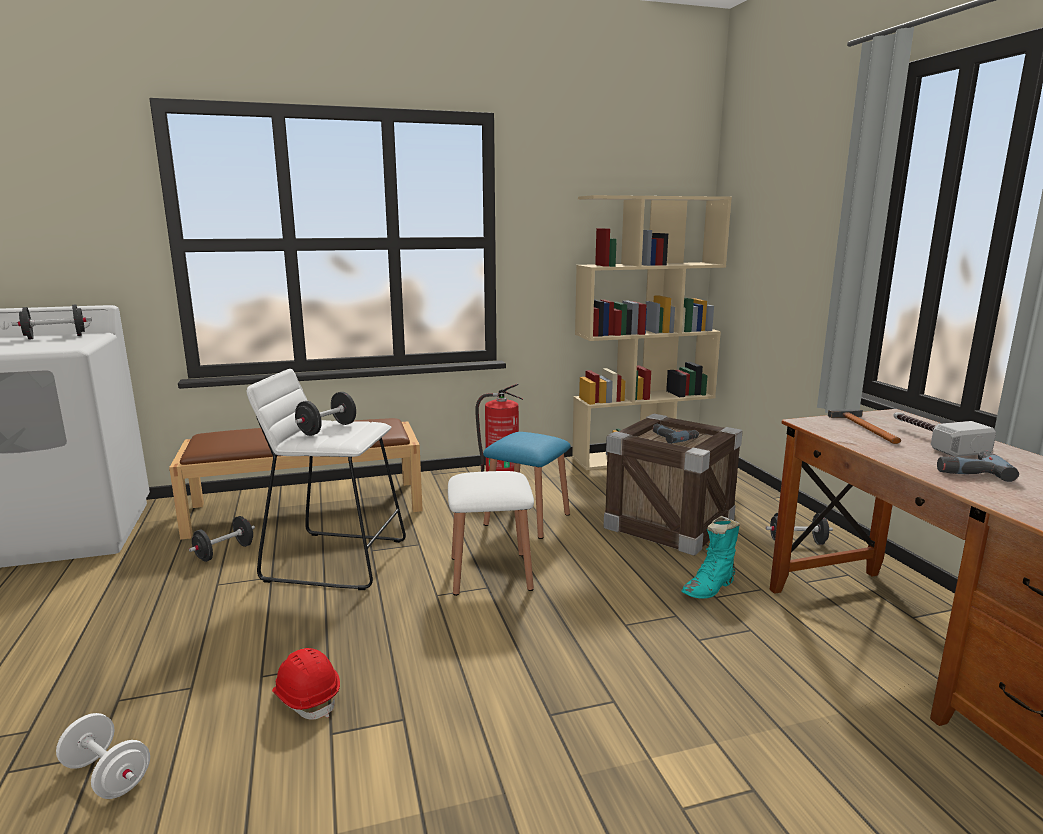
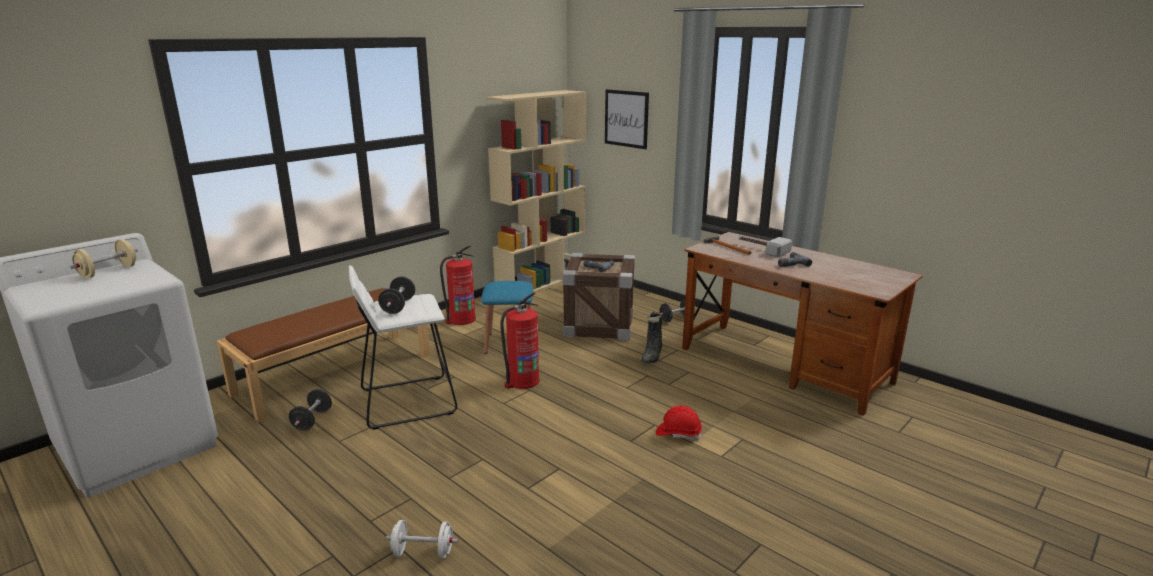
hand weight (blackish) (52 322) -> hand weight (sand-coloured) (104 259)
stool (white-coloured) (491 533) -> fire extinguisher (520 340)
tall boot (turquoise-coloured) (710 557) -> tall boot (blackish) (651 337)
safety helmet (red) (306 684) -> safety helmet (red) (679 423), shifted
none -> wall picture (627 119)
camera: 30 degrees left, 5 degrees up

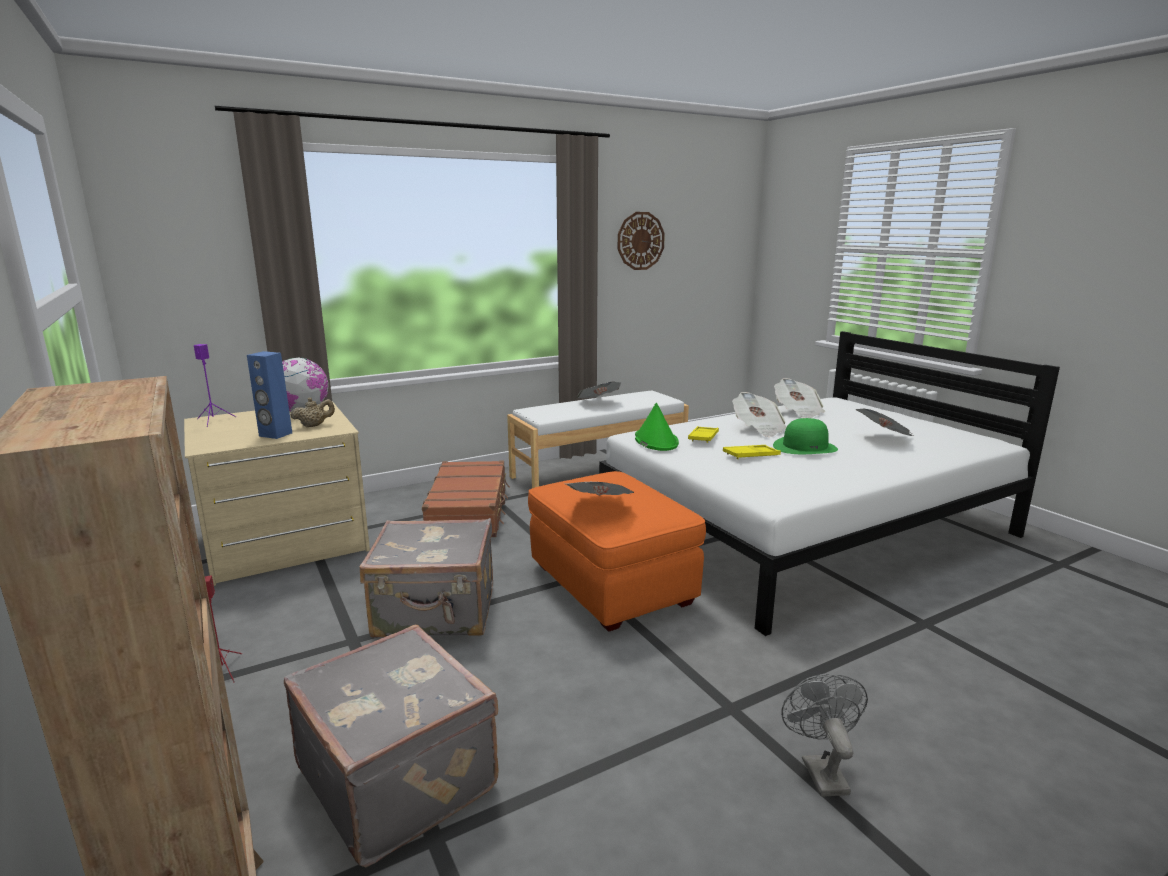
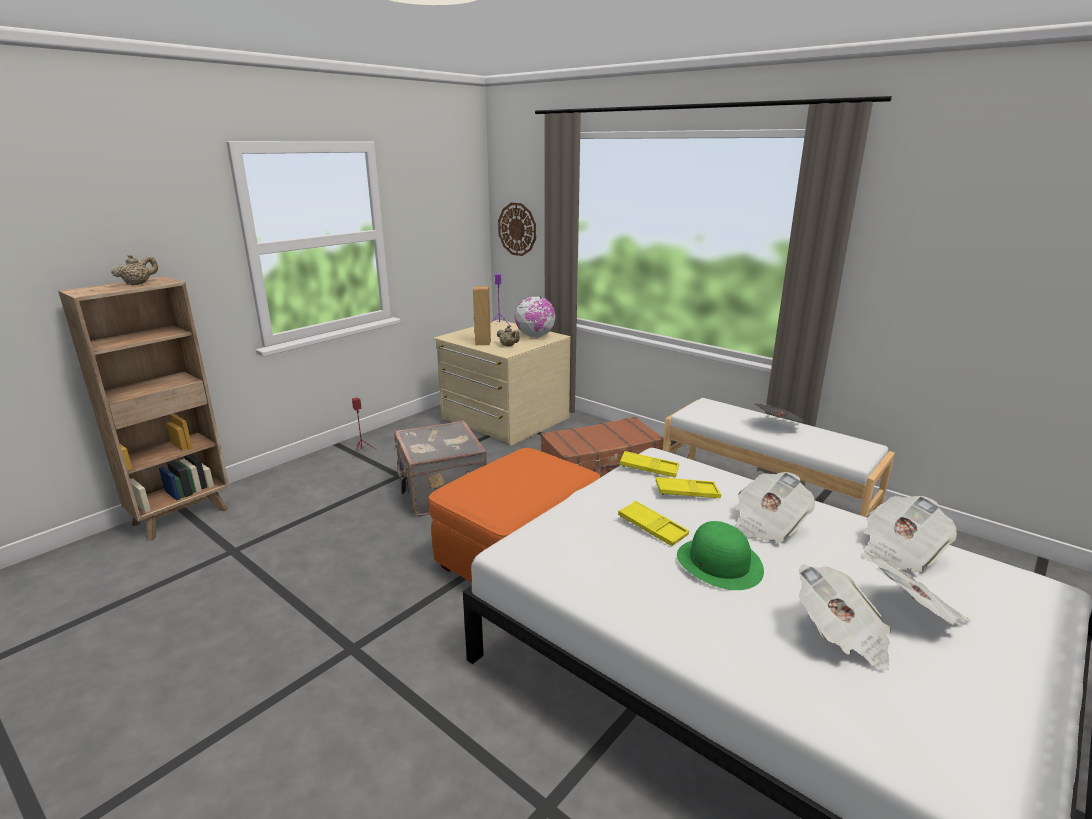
wall clock (641 241) -> wall clock (517 229), shifted
audio speaker (blue) (269 395) -> audio speaker (brown) (482 315)
wearable hat (green-coloured) (657 427) -> carrying tray (yellowish) (649 464)
printed paper (600 489) -> printed paper (921 592), shifted
suitcase (greyish) (391 746) -> none
cooling fan (greyish) (824 735) -> none
none -> teapot (sand-coloured) (134 269)
camera: 70 degrees right, 5 degrees up

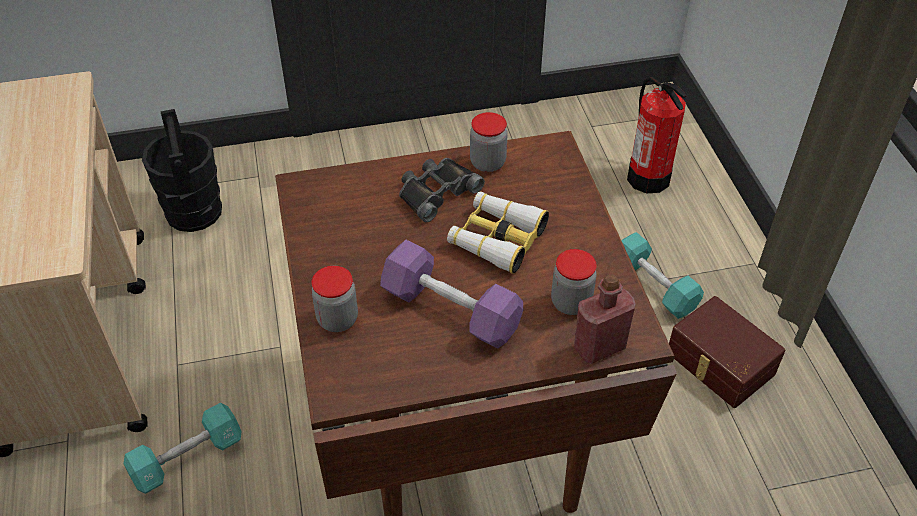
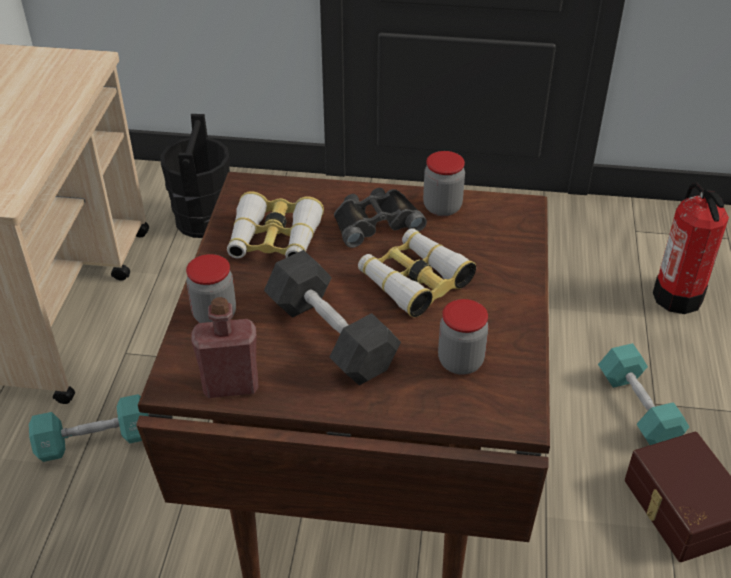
hand weight (purple) (451 294) -> hand weight (blackish) (332 317)
beverage bottle (red) (605 319) -> beverage bottle (red) (225 347), shifted
none -> binoculars (275 225)
camera: 20 degrees right, 5 degrees down

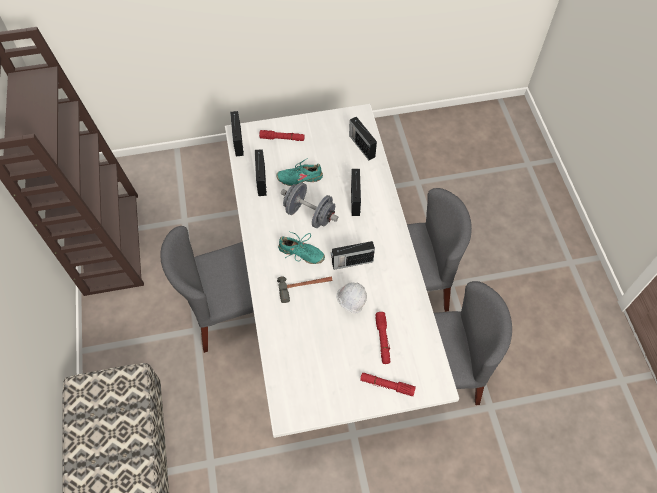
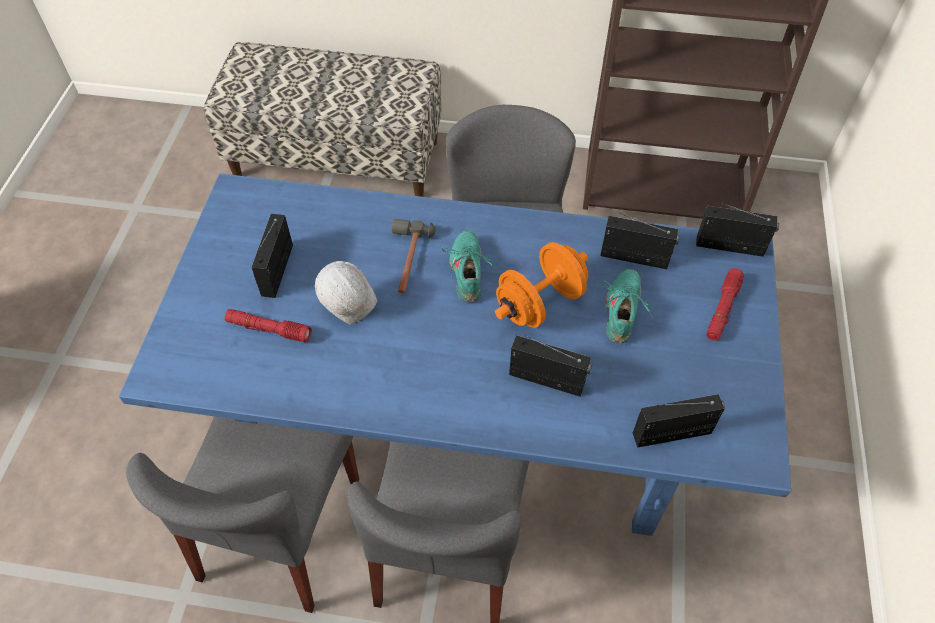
dining table (white-coloured) (342 271) -> dining table (blue) (455 354)
hand weight (greyish) (309 205) -> hand weight (orange-coloured) (541 284)
low shoe (turquoise-coloured) (301 247) -> low shoe (turquoise-coloured) (469 266), 135 degrees clockwise
radio set (353 255) -> radio set (272 256), shifted
flashlight (red) (388 384) -> none
camera: 110 degrees right, 5 degrees down

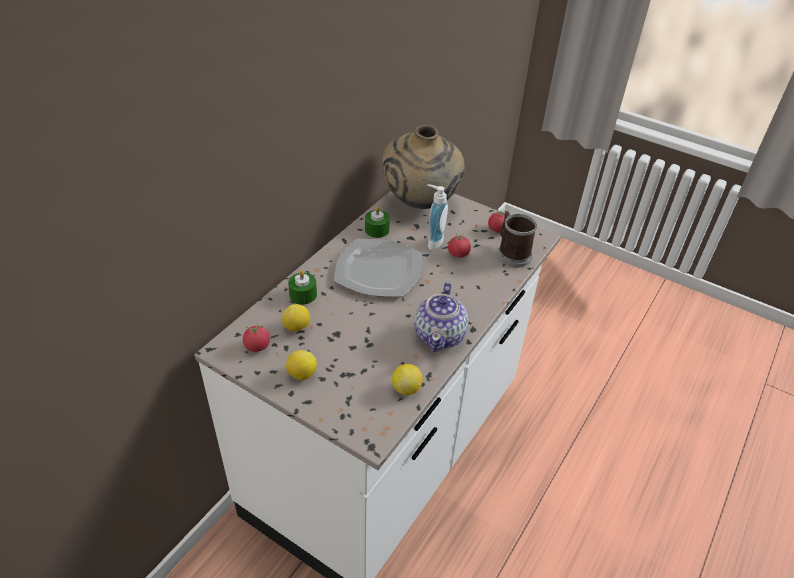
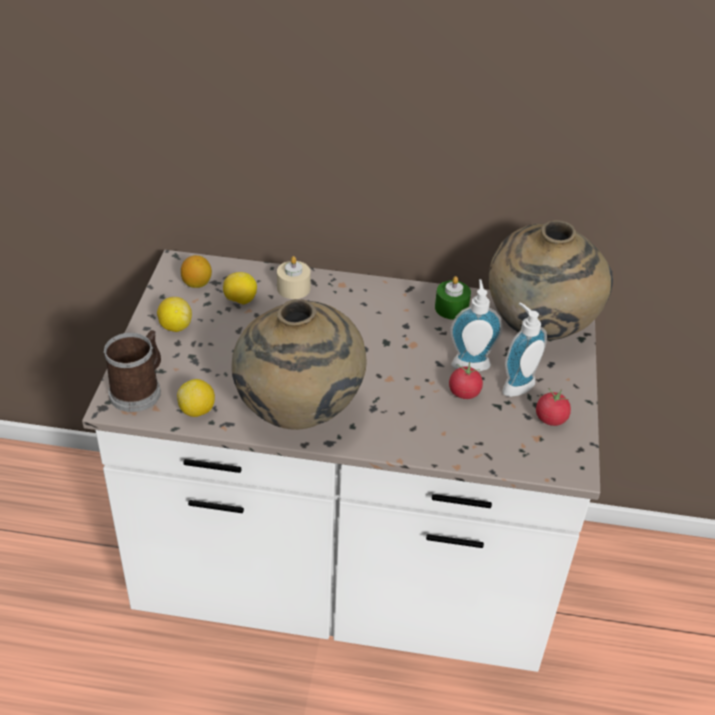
tea mug (517 239) -> tea mug (132 371), shifted
plate (378 268) -> none
wax light (green-coloured) (302 287) -> wax light (sand-coloured) (294 277)
teapot (441 317) -> vase (sand-coloured) (299 364)
fresh tomato (256 338) -> lemon (196 271)
none -> liquid soap bottle (524 349)
camera: 65 degrees right, 0 degrees up

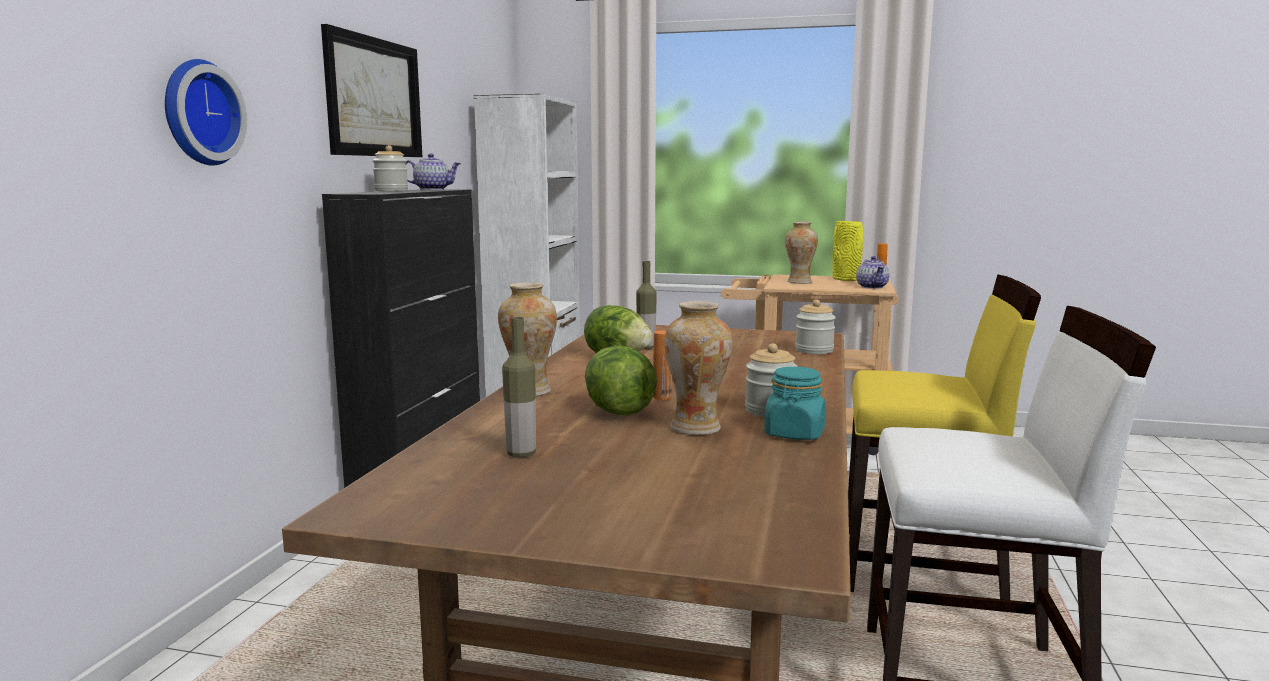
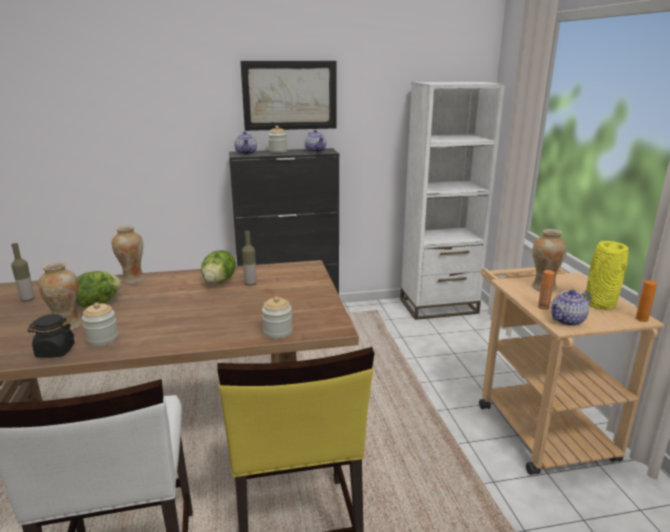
wall clock (206 112) -> none
beverage bottle (orange-coloured) (662 365) -> beverage bottle (orange-coloured) (546 290), shifted
jar (turquoise-coloured) (795 403) -> jar (blackish) (51 336)
none -> teapot (245 143)
camera: 65 degrees right, 10 degrees up

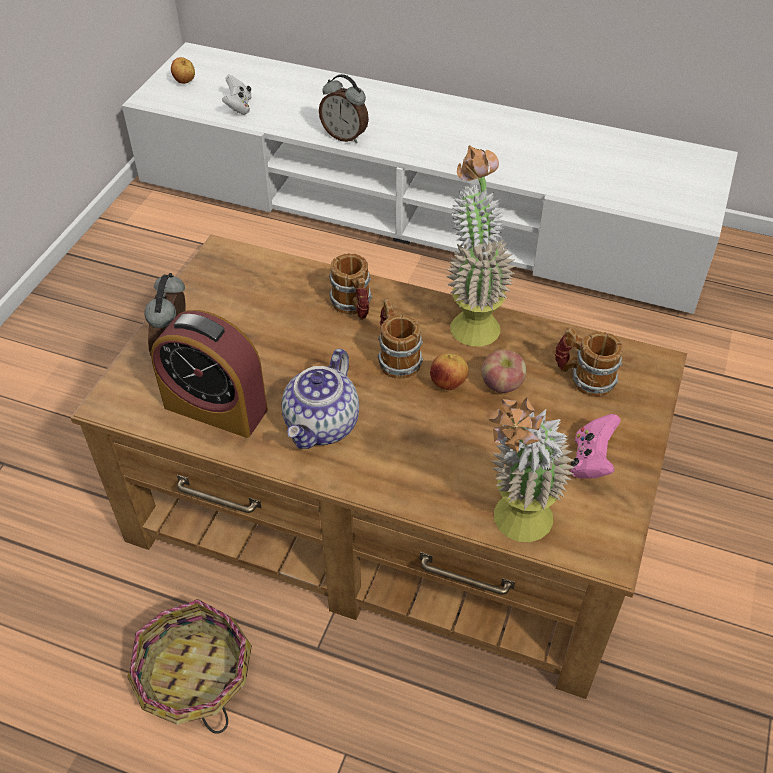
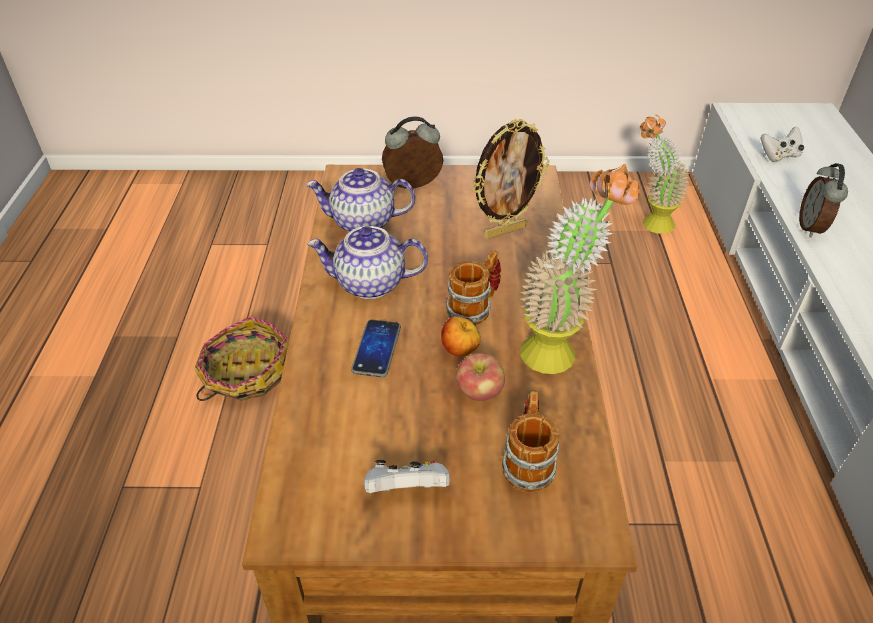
apple fruit (183 70) -> none
tea mug (350 286) -> none
bedside clock (209 374) -> teapot (360 200)
houseplant (531 470) -> houseplant (665 174), shifted
game controller (pink-coloured) (595 446) -> game controller (white-coloured) (406 476)
none -> picture frame (510 179)
none -> handset (376 348)
camera: 70 degrees right, 5 degrees down

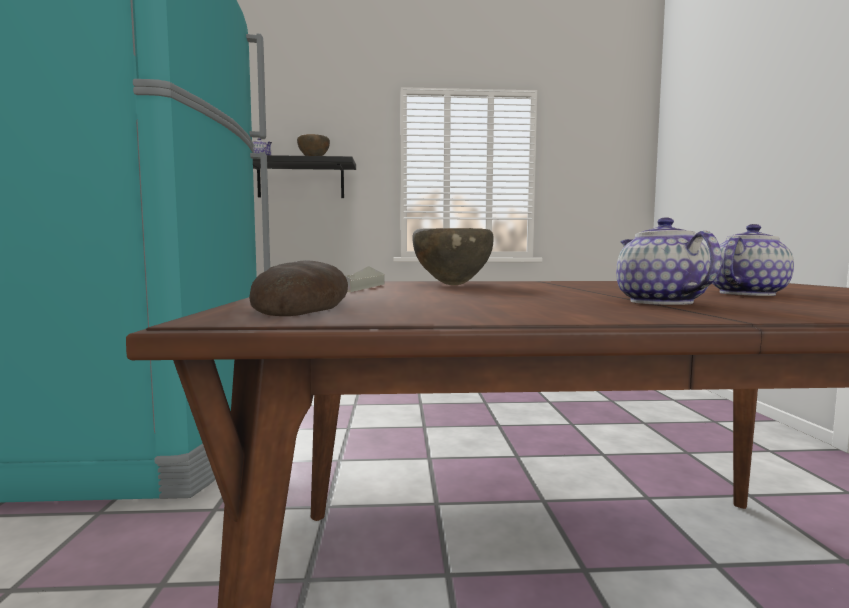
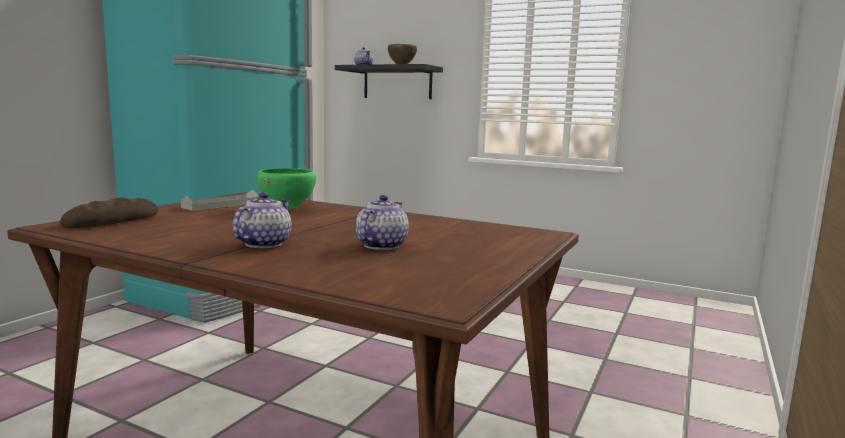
teapot (753 260) -> teapot (382 222), 60 degrees counterclockwise
bowl (brown) (453 256) -> bowl (green-coloured) (286 189)
camera: 30 degrees right, 5 degrees up

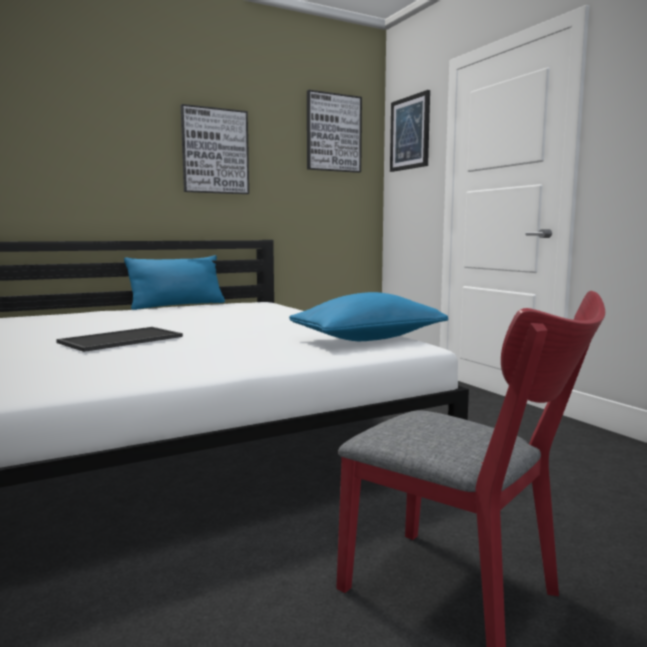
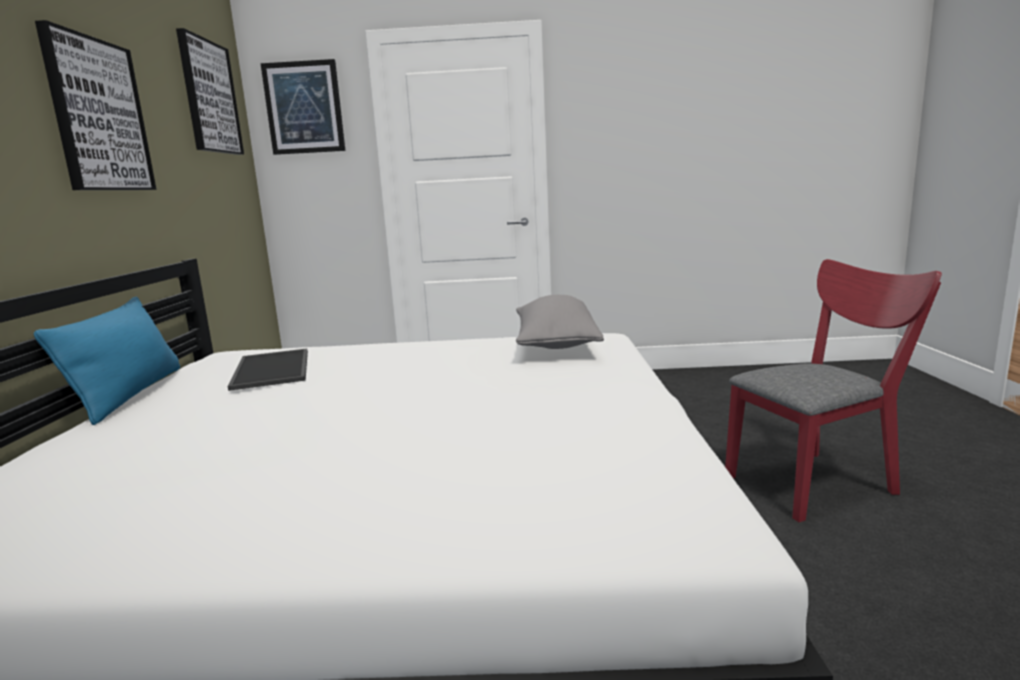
cushion (blue) (368 316) -> cushion (greyish) (560 322)
carrying tray (119 339) -> carrying tray (268 369), shifted
camera: 60 degrees left, 5 degrees up

